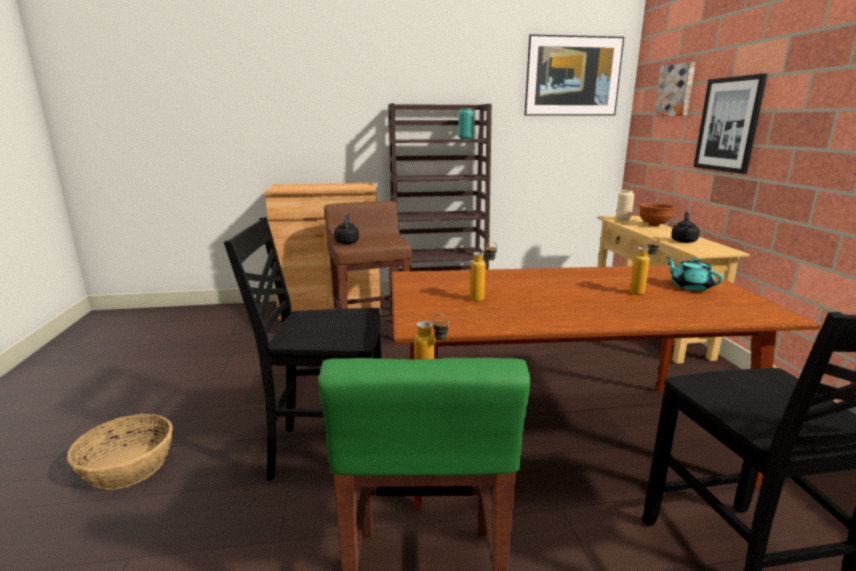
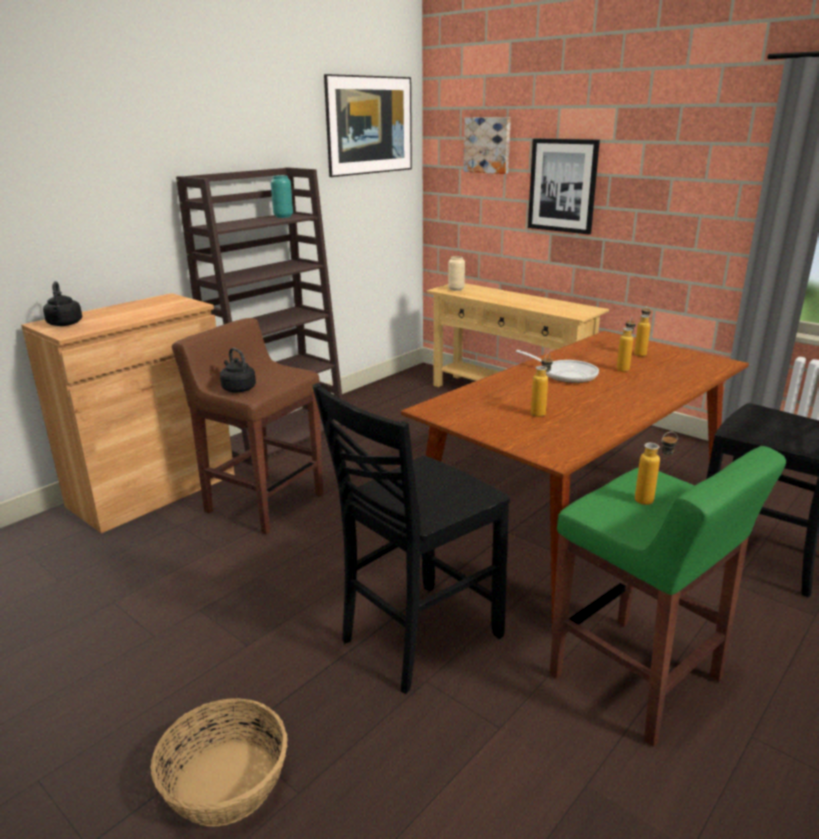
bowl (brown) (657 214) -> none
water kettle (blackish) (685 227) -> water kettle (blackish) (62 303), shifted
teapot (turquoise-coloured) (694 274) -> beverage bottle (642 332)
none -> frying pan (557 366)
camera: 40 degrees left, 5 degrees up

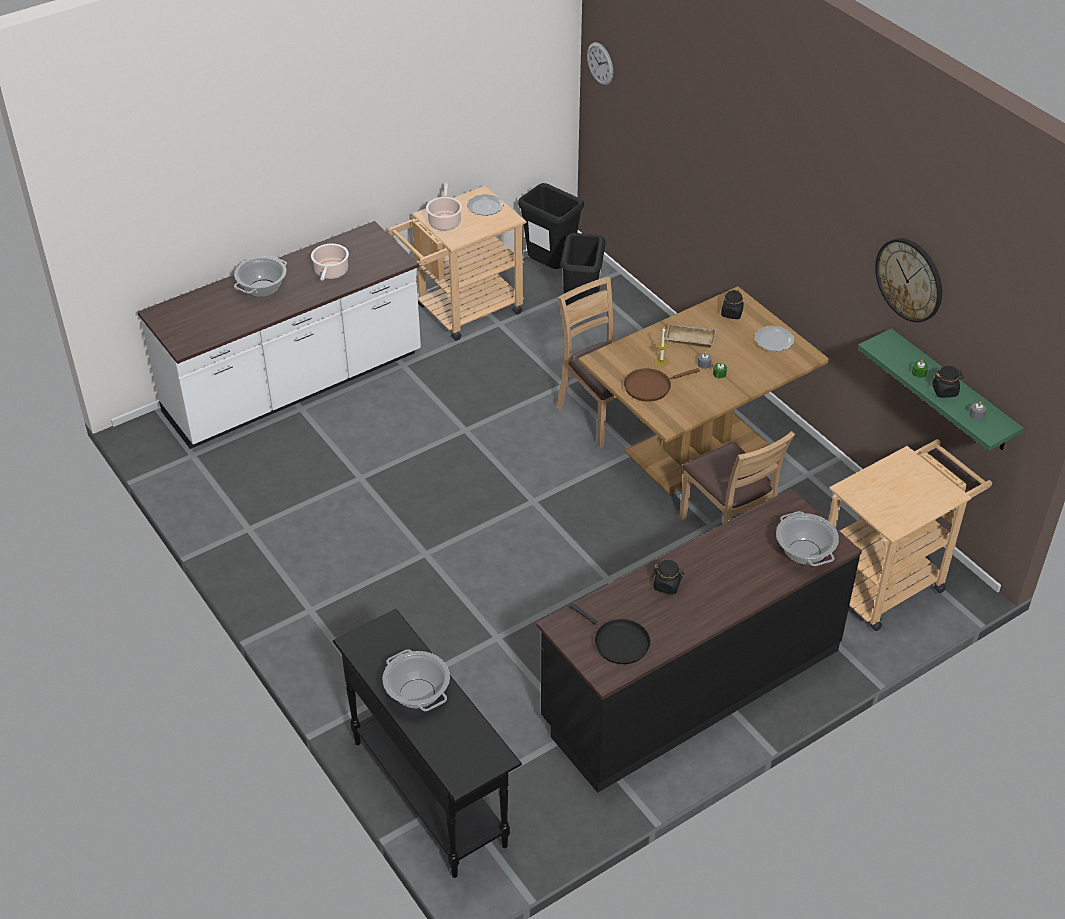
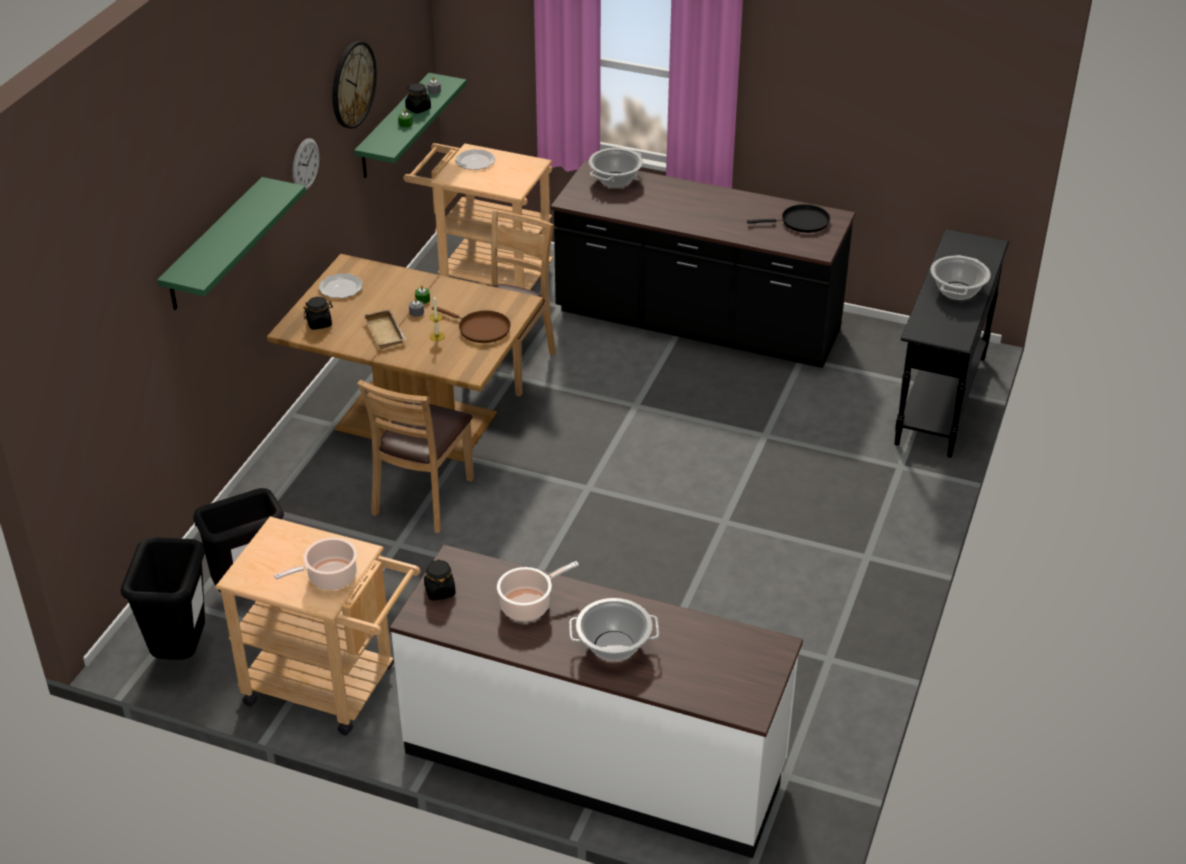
wall clock (600 63) -> wall clock (306 164), shifted
plate (485 205) -> plate (475 159), shifted
jar (blackish) (668 577) -> jar (blackish) (440 580), shifted
frying pan (blackish) (610 634) -> frying pan (blackish) (788 218), 75 degrees clockwise
none -> wall shelf (green-coloured) (231 243)
camera: 125 degrees left, 5 degrees down

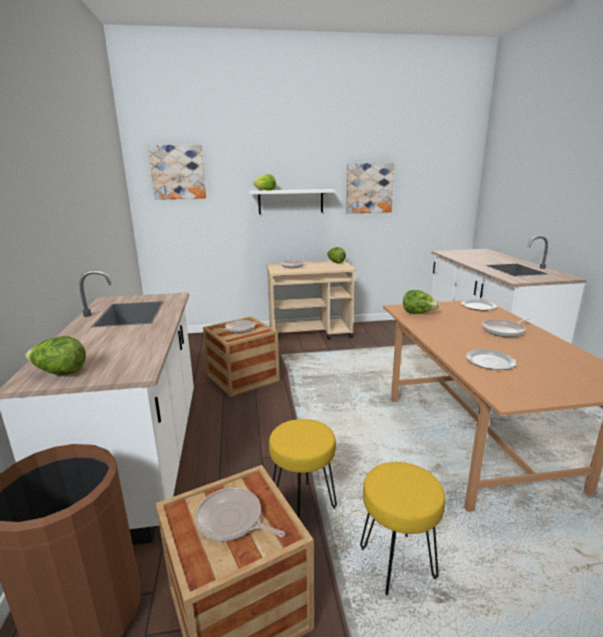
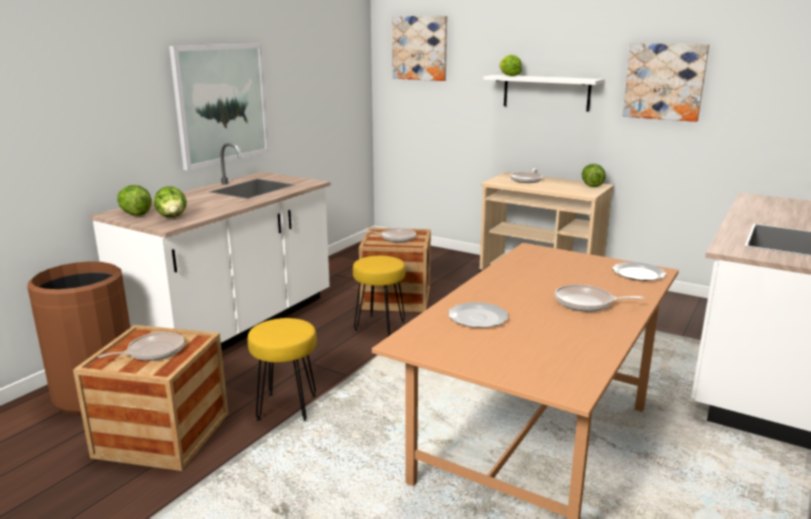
lettuce (421 302) -> lettuce (170 201), shifted
stool (yellowish) (402 528) -> stool (yellowish) (379 296), shifted
frying pan (240 514) -> frying pan (141 346), 75 degrees clockwise
none -> wall picture (219 107)
camera: 40 degrees right, 0 degrees up

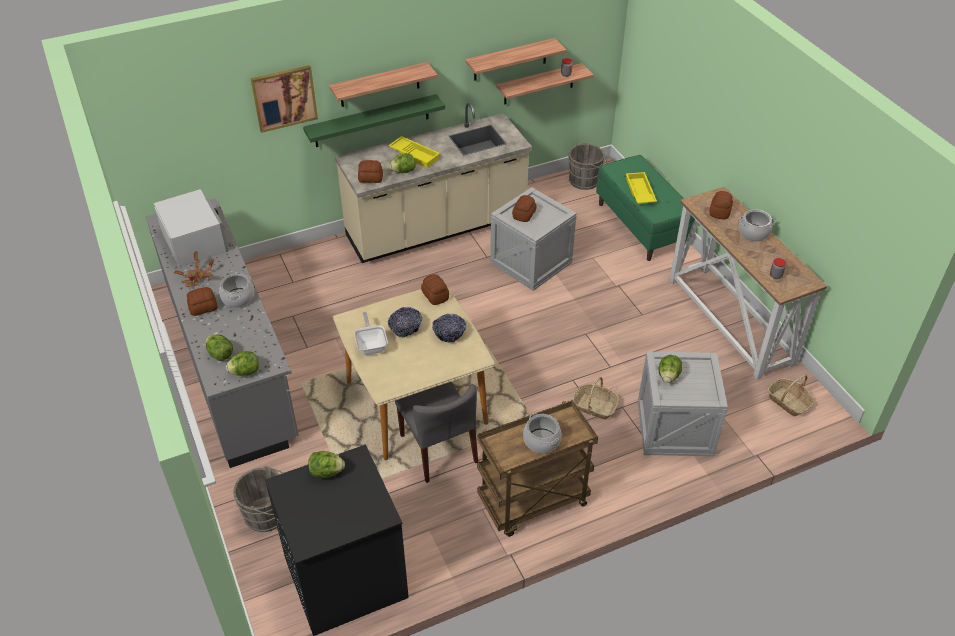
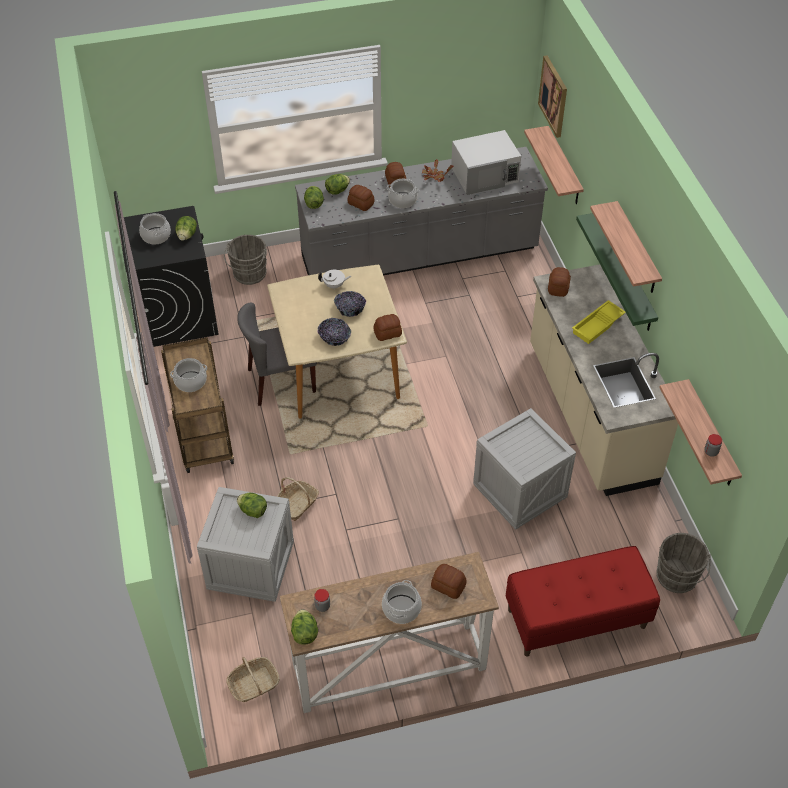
wall shelf (516 59) -> wall shelf (554 165), shifted
wall picture (284 99) -> wall picture (552 97), shifted
lettuce (402 163) -> lettuce (304 627), shifted
long seat (green-coloured) (645 208) -> long seat (red) (583 601)
carrying tray (yellowish) (641 188) -> none
bread (524 208) -> bread (361 198), shifted
frying pan (371 333) -> teapot (white-coloured) (334 280)
none -> stockpot (155 228)
camera: 100 degrees right, 5 degrees up

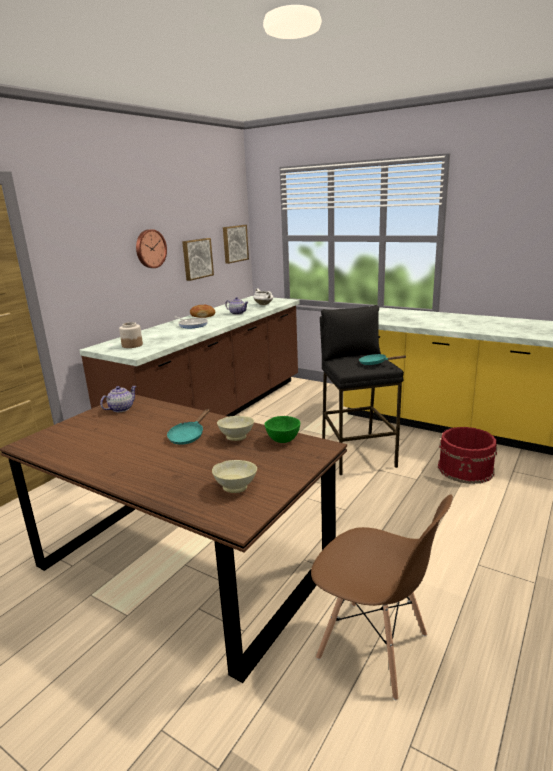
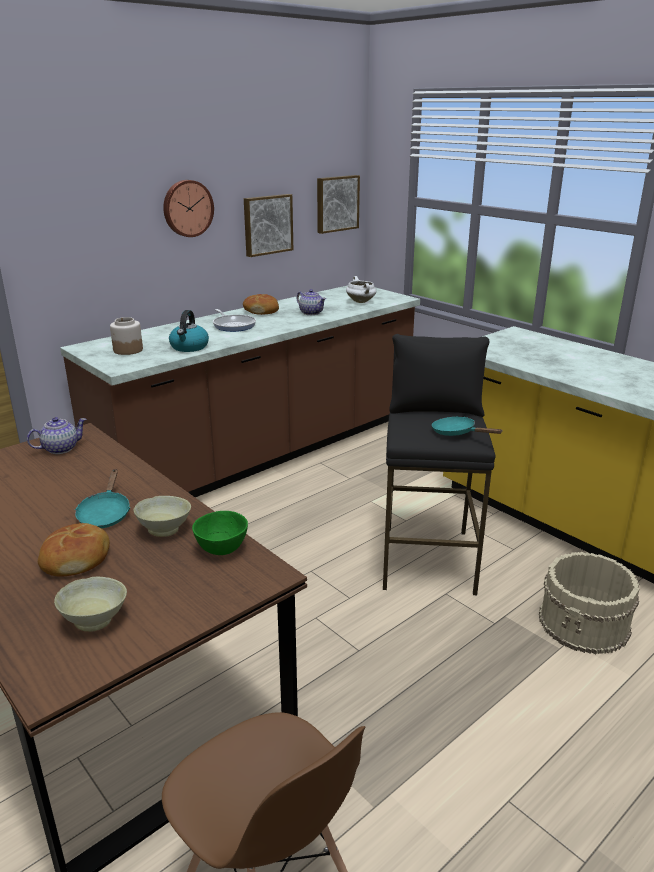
frying pan (turquoise-coloured) (188 427) -> frying pan (turquoise-coloured) (102 498), 45 degrees counterclockwise
pail (red) (467 455) -> pail (sand-coloured) (589 603)
none -> water kettle (189 331)
none -> bread (74 550)
camera: 15 degrees right, 5 degrees up

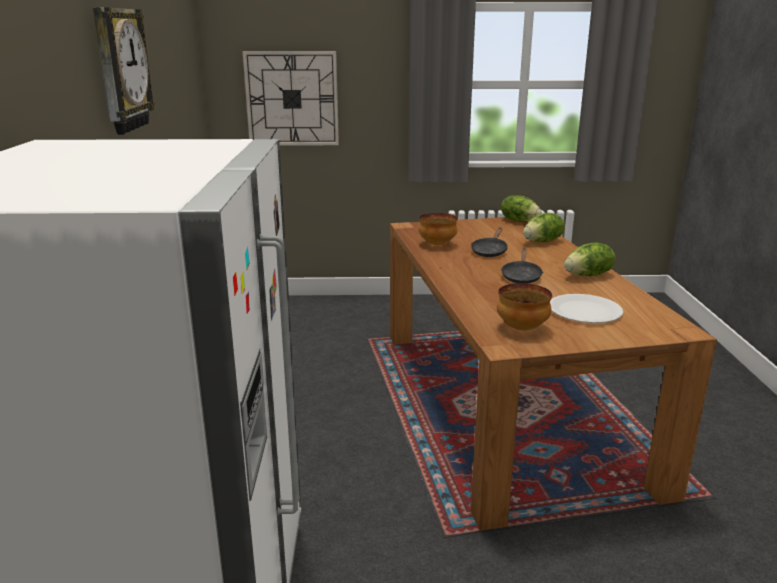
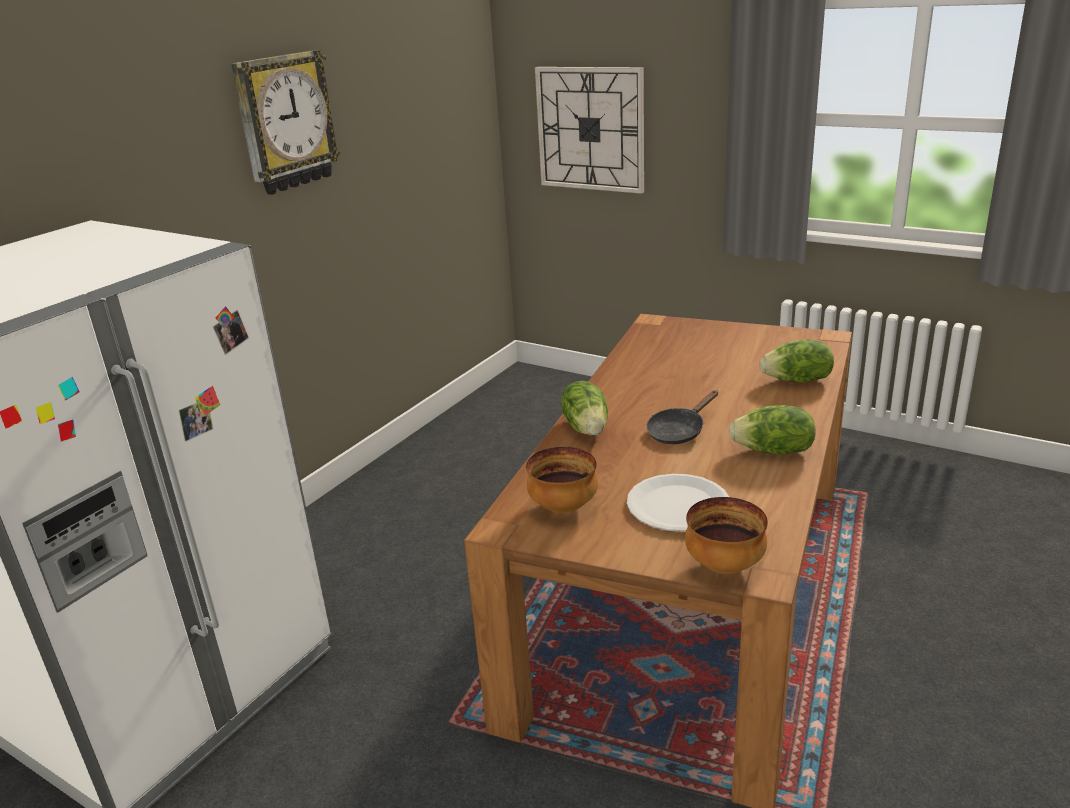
lettuce (521 208) -> lettuce (584 408), shifted
bowl (438 229) -> bowl (726 535), shifted
frying pan (blackish) (489 242) -> none
camera: 35 degrees right, 5 degrees up

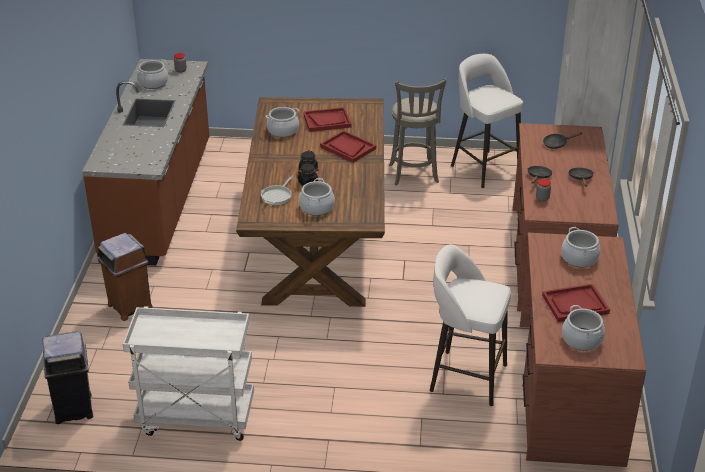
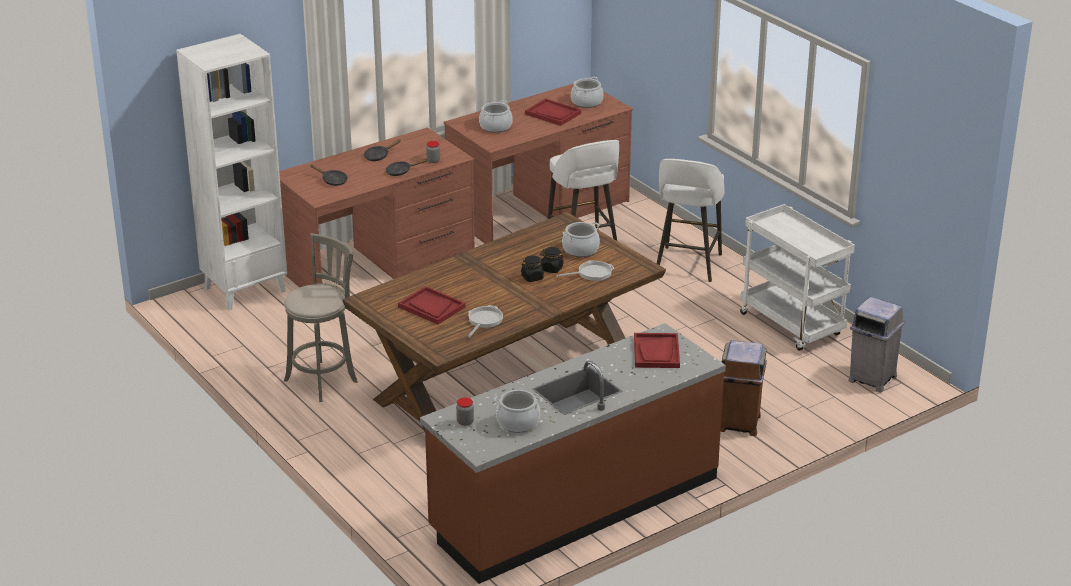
stool (white-coloured) (487 121) -> stool (white-coloured) (690 220), shifted
stockpot (282 122) -> frying pan (485 321)
carrying tray (red) (348 146) -> carrying tray (red) (657 350), shifted
camera: 130 degrees left, 5 degrees down

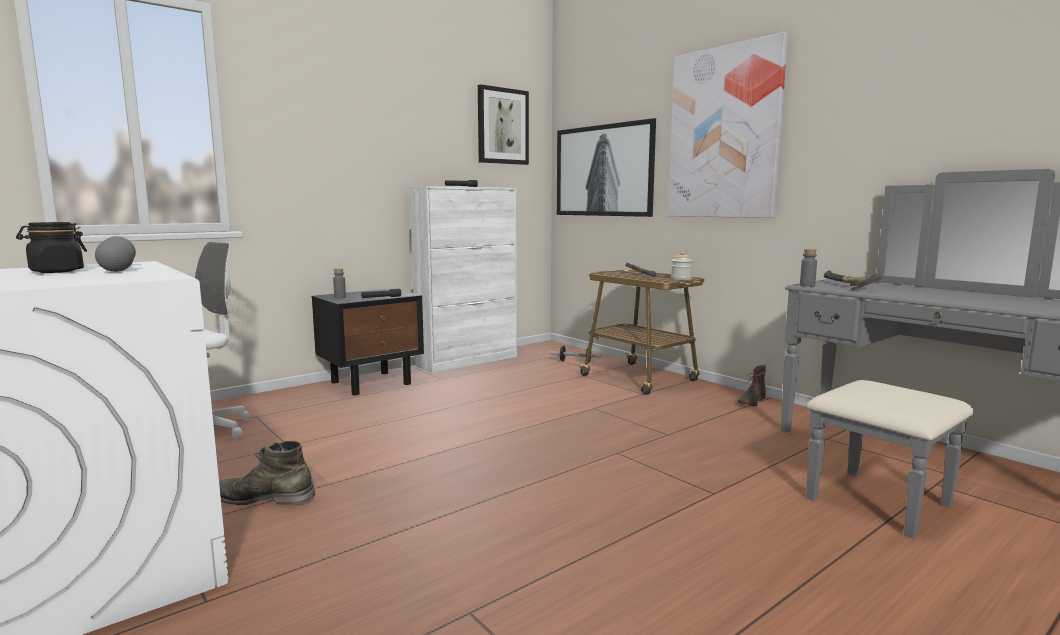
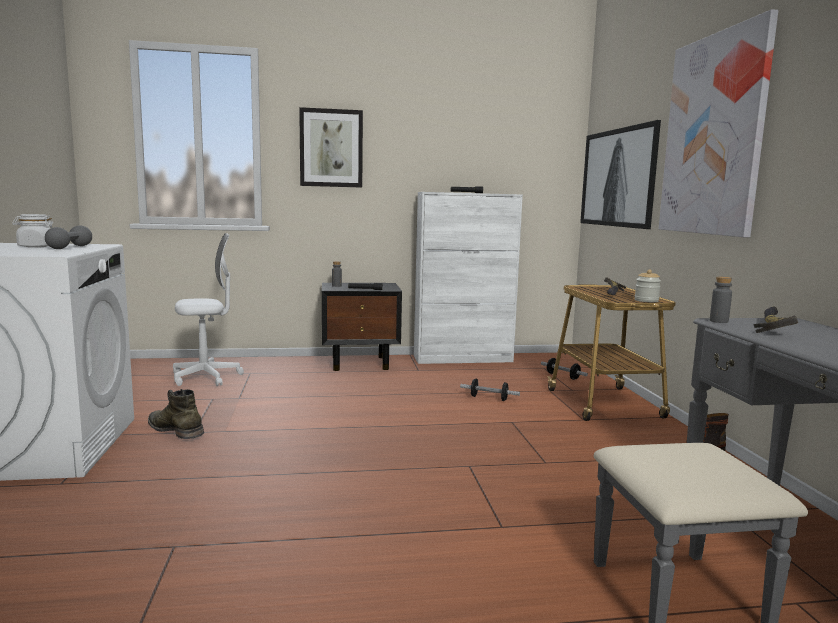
wall picture (503 124) -> wall picture (331 147), shifted
jar (blackish) (51 247) -> jar (white-coloured) (32 231)
none -> hand weight (490 389)
camera: 30 degrees right, 0 degrees up

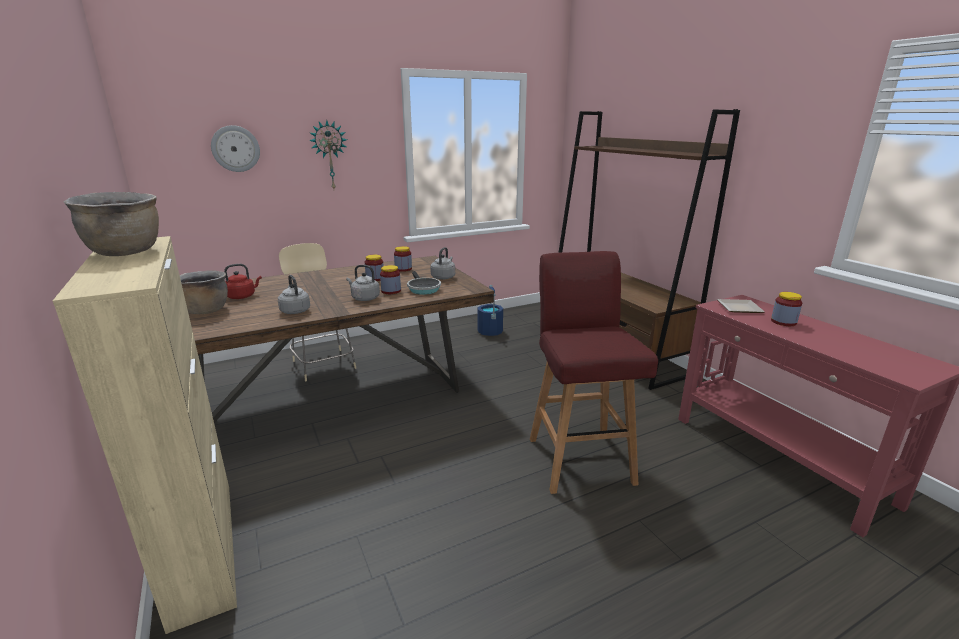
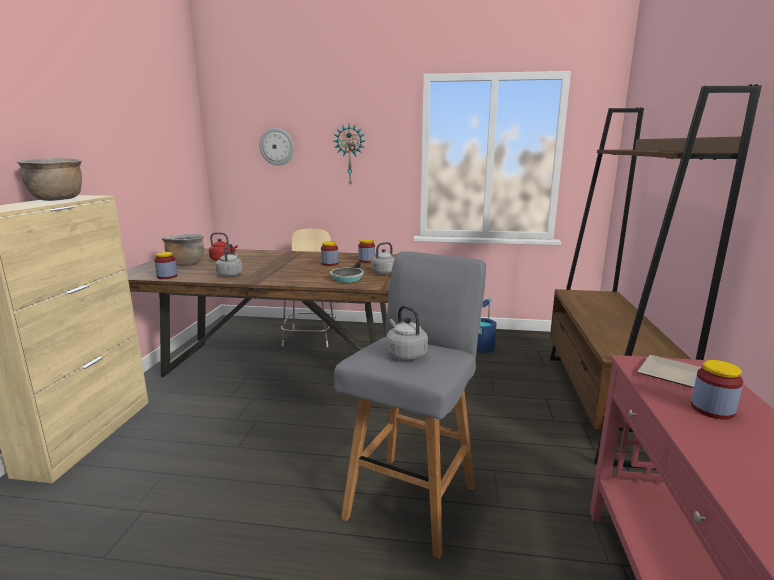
stool (red) (594 372) -> stool (greyish) (410 405)
water kettle (greyish) (363 283) -> water kettle (greyish) (407 332), shifted
jar (390 279) -> jar (165 265), shifted
camera: 35 degrees right, 5 degrees down

